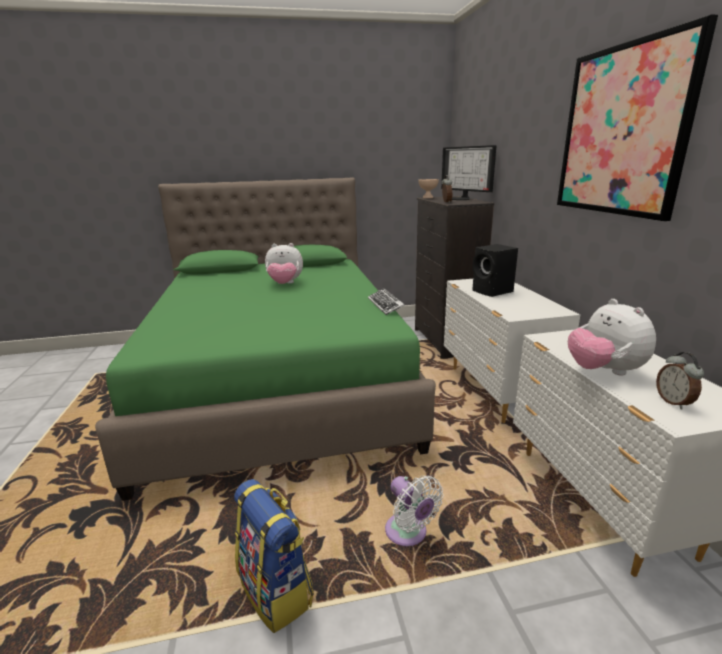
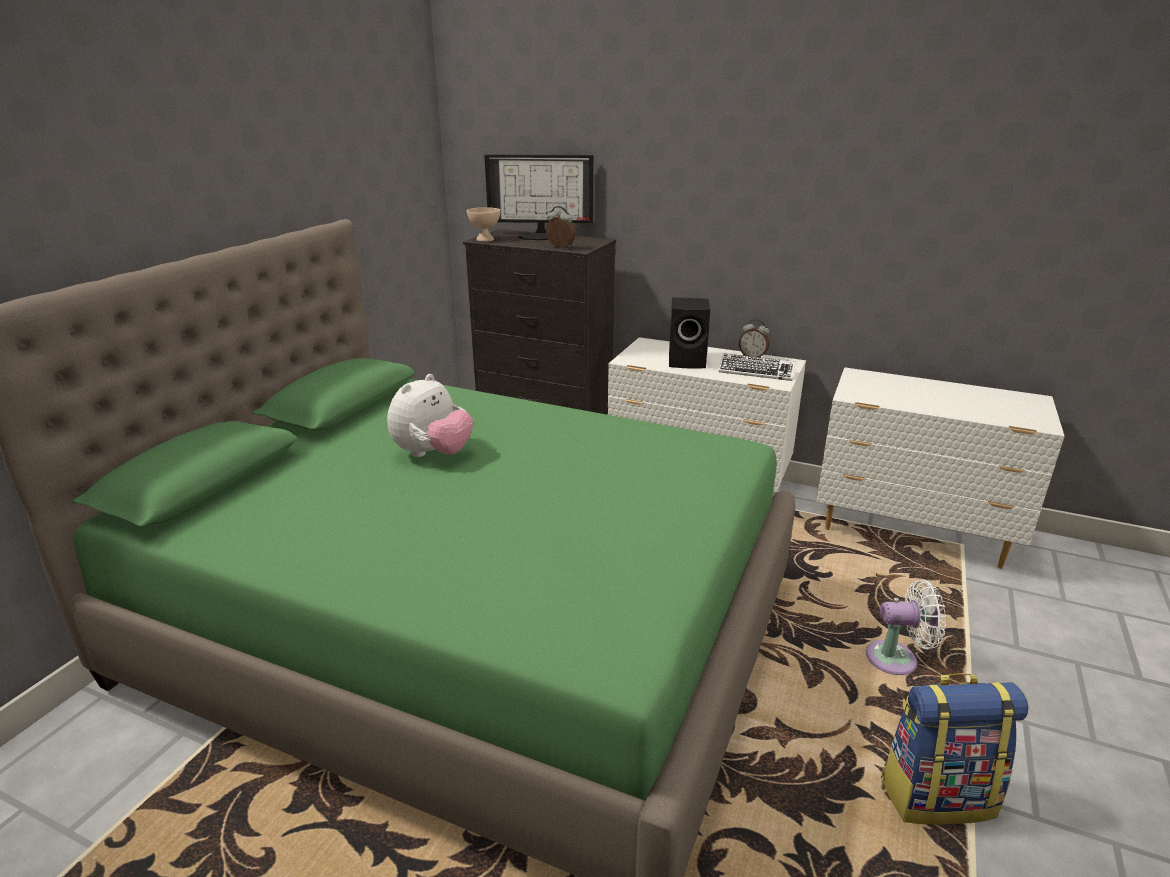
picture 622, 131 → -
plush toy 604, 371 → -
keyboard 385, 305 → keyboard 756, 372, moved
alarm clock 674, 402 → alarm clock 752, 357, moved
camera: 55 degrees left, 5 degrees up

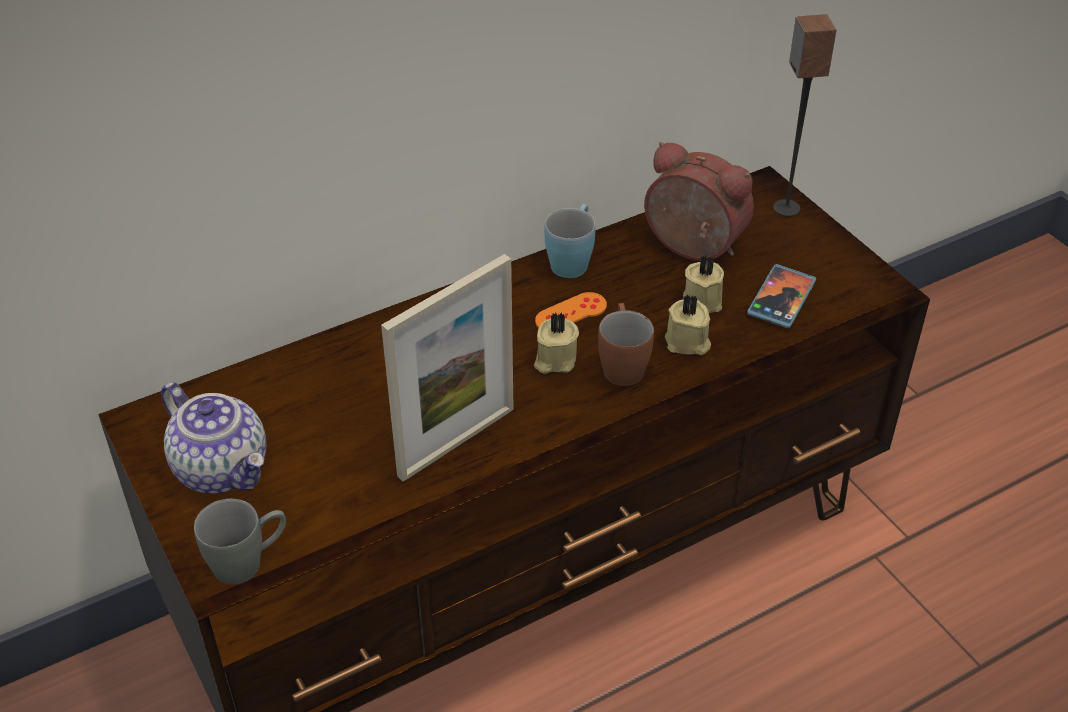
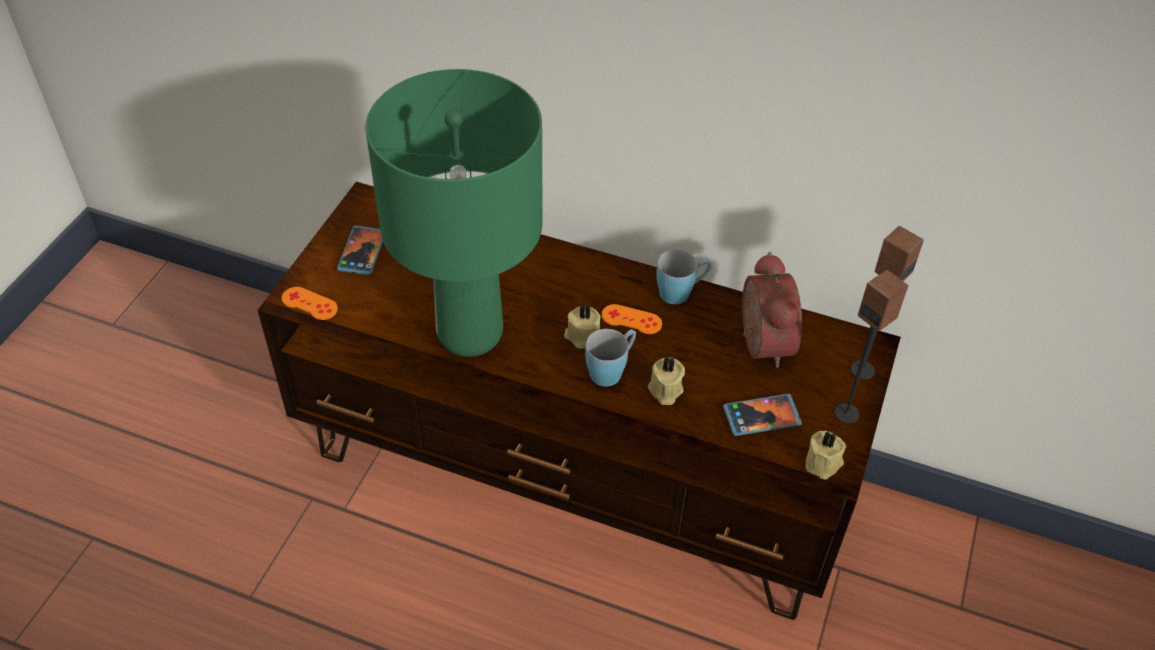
- → speaker 846, 413
candle (beige) 704, 300 → candle (beige) 824, 463, moved
teapot 223, 468 → phone 362, 252
mug (grey) 249, 561 → game controller (orange) 309, 303
picture frame 456, 442 → table lamp (green) 471, 333
mug (brown) 622, 364 → mug (blue) 611, 369
camera: 50 degrees right, 5 degrees up

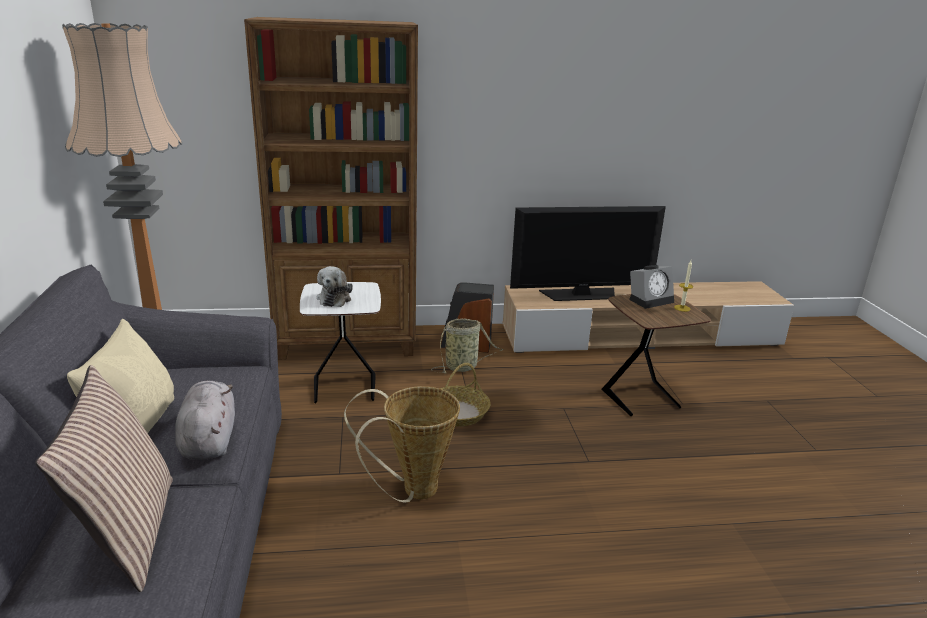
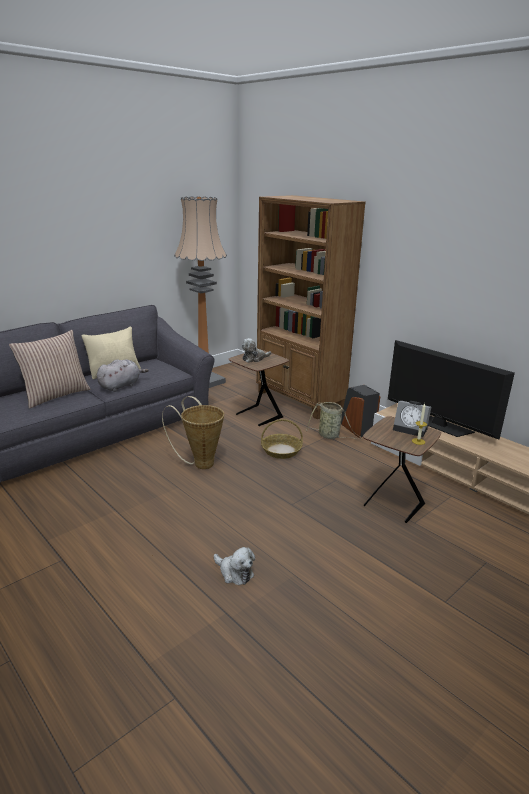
- → plush toy 234, 573
side table (white) 345, 389 → side table (brown) 258, 416
camera: 55 degrees right, 0 degrees up

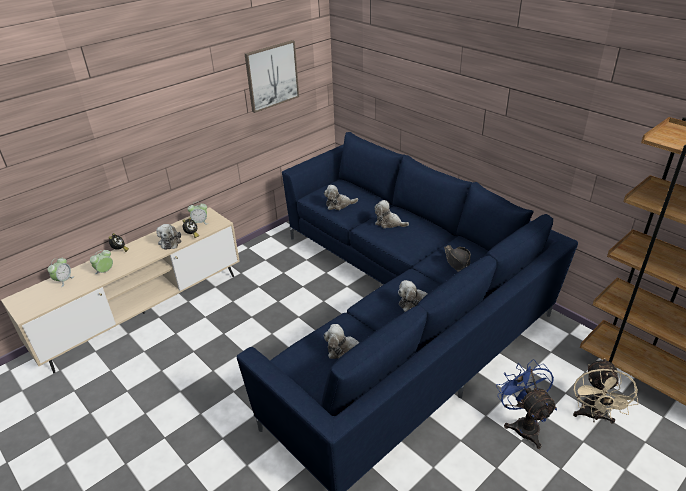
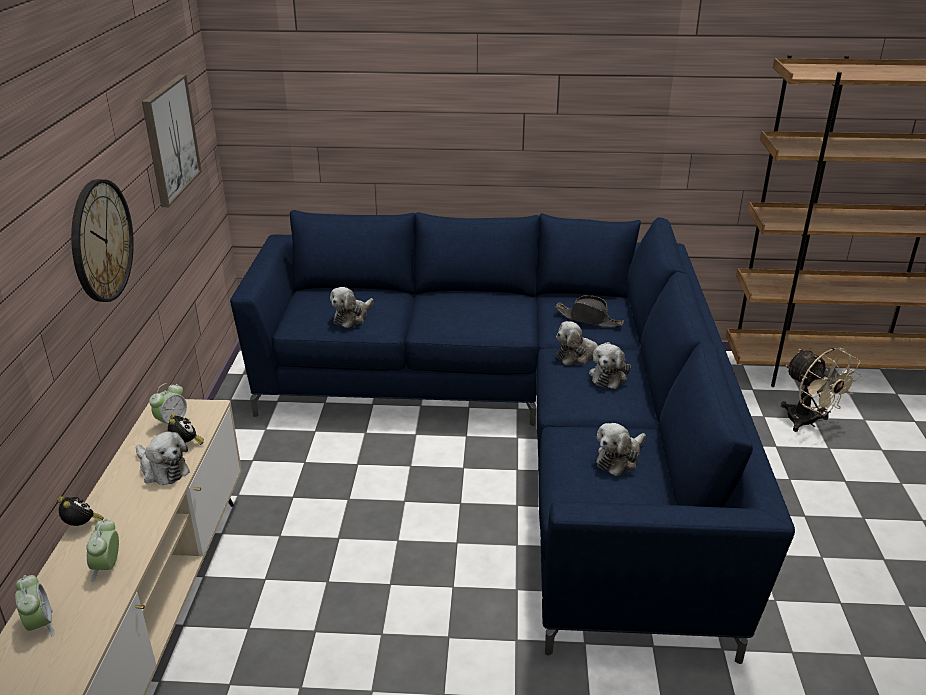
fan (blue) 523, 424 → -
- → wall clock 101, 241
plush toy 389, 223 → plush toy 579, 356, moved
camera: 45 degrees left, 5 degrees down

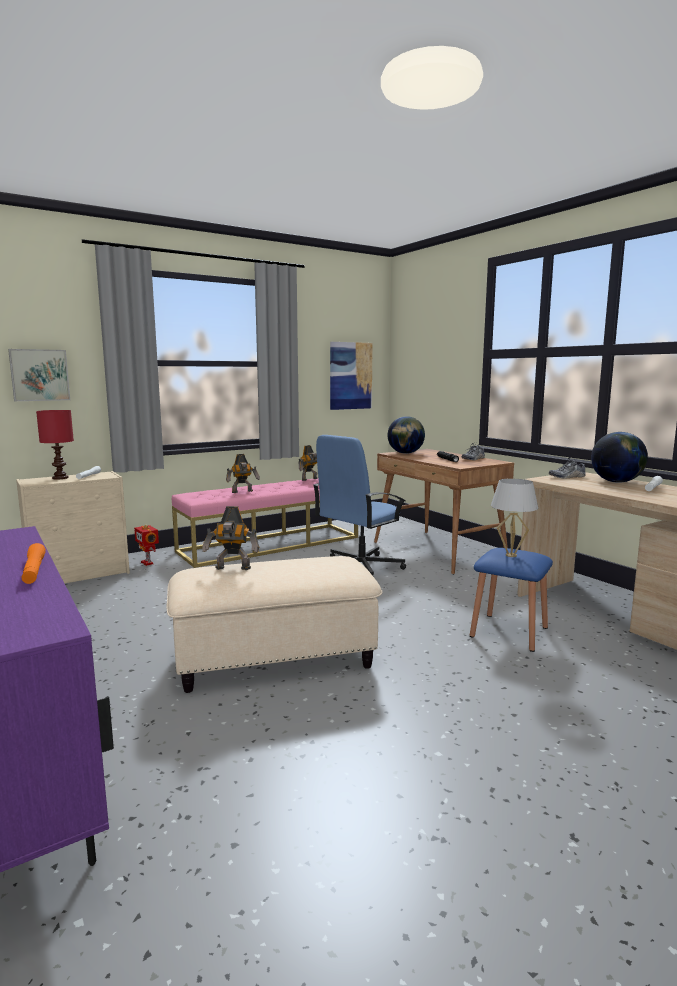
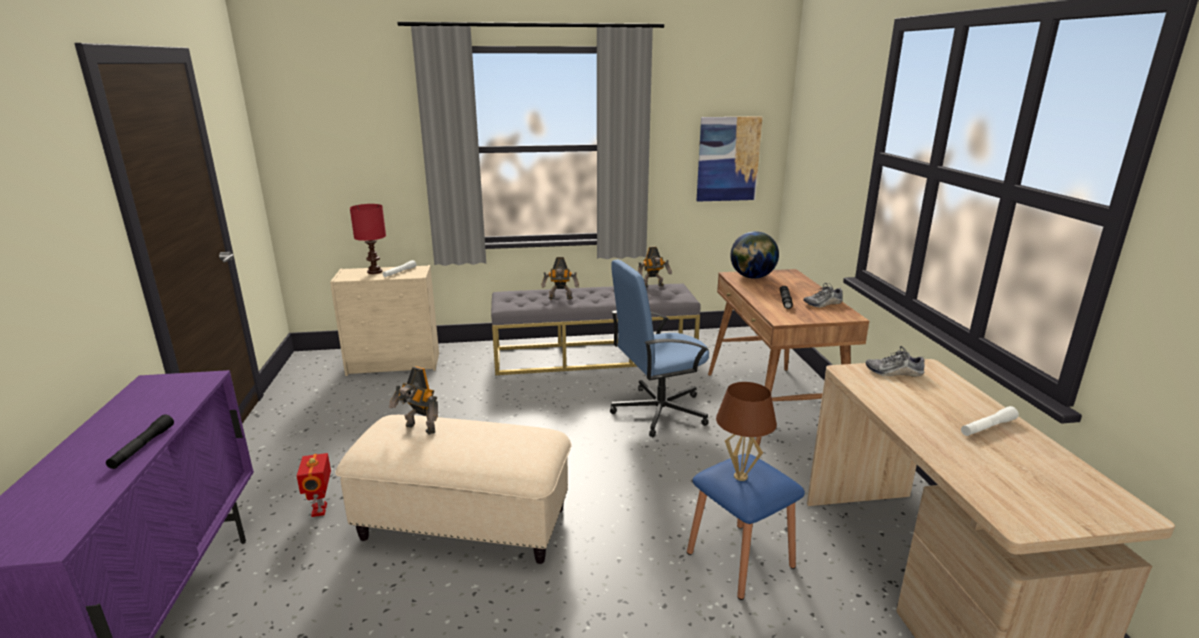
picture 39, 375 → -
globe 616, 482 → -
toy robot 148, 563 → toy robot 321, 510, moved
flashlight (orange) 34, 571 → flashlight (black) 142, 447
bench (pink) 270, 544 → bench (grey) 594, 355
table lamp (white) 511, 555 → table lamp (brown) 740, 477
camera: 25 degrees right, 10 degrees up

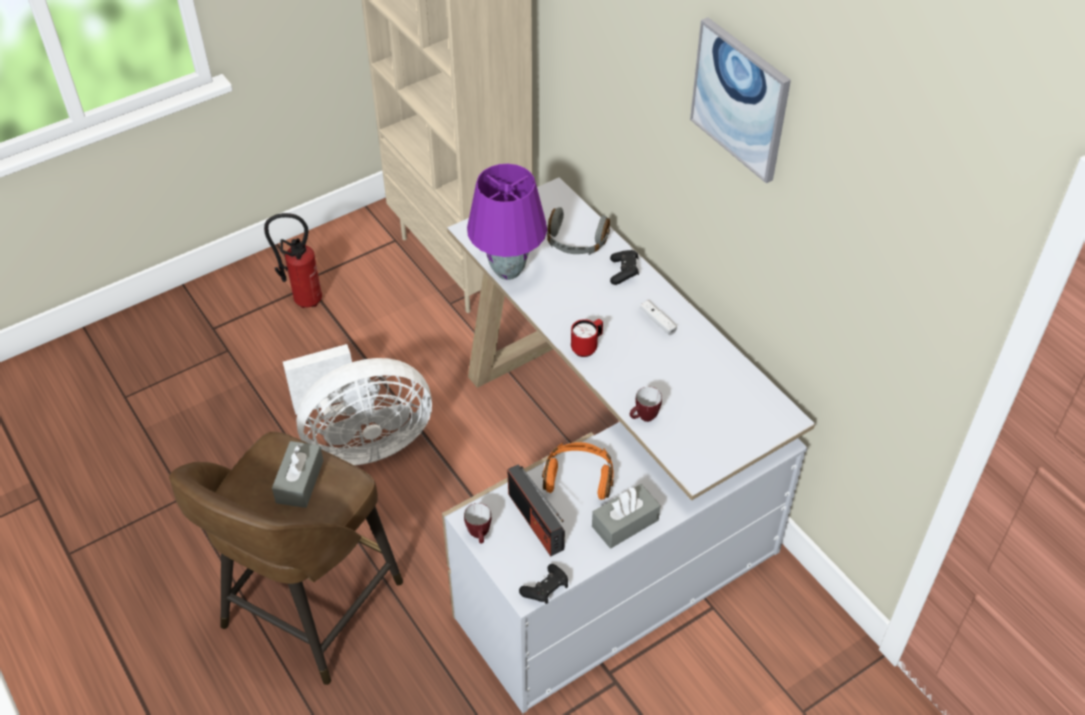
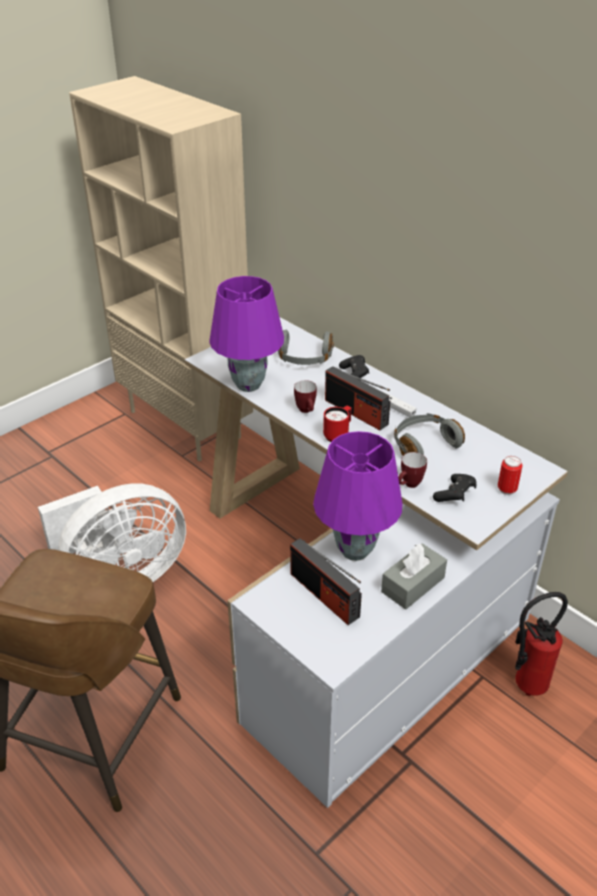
tissue box (grey) 300, 481 → -
picture 740, 99 → -
- → radio 356, 412
- → headphones (grey) 424, 445
- → can 507, 489
fire extinguisher 303, 300 → fire extinguisher 524, 686, moved
mug 480, 536 → mug 306, 411, moved
game controller (black) 546, 590 → game controller (black) 455, 495, moved
headphones (orange) 579, 477 → table lamp (purple) 356, 550
camera: 10 degrees left, 10 degrees down

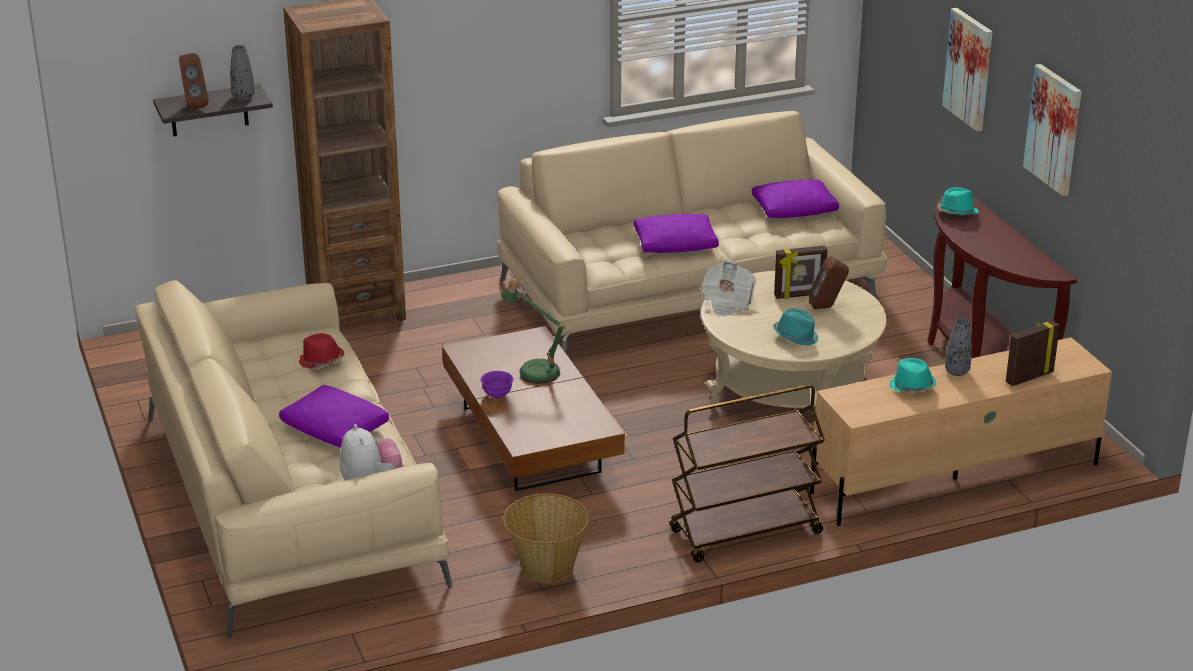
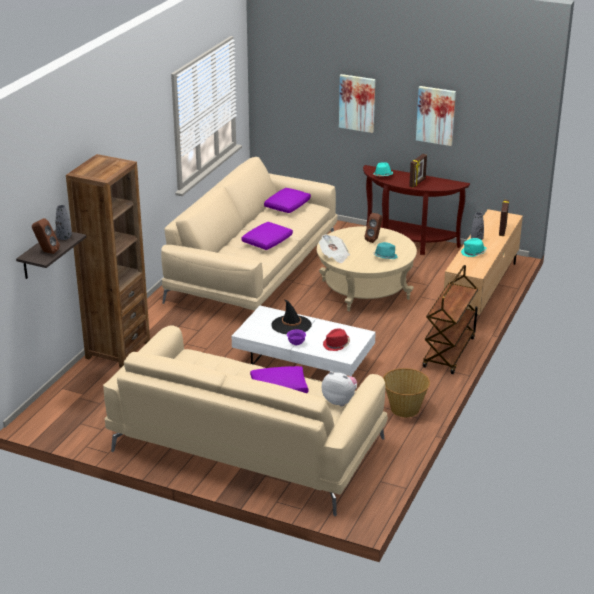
hat (red) 321, 361 → hat (red) 336, 345, moved
picture frame 799, 295 → picture frame 417, 183, moved
table lamp 534, 370 → hat (black) 291, 325
coffee table (brown) 530, 439 → coffee table (white) 303, 363
camera: 45 degrees left, 0 degrees up

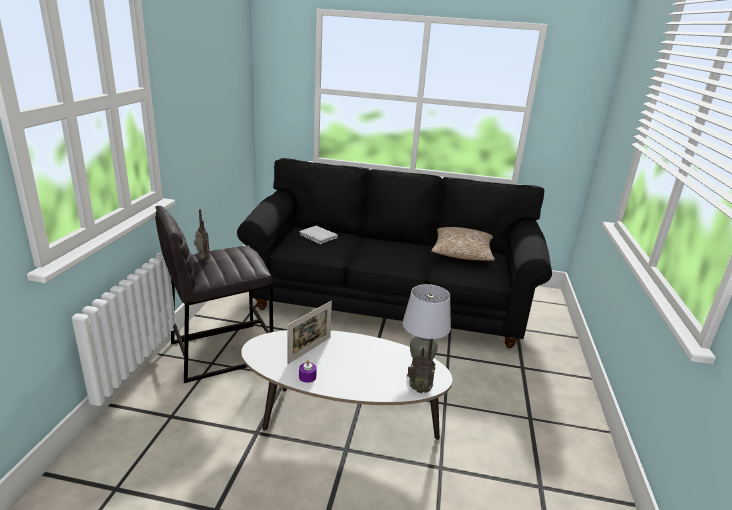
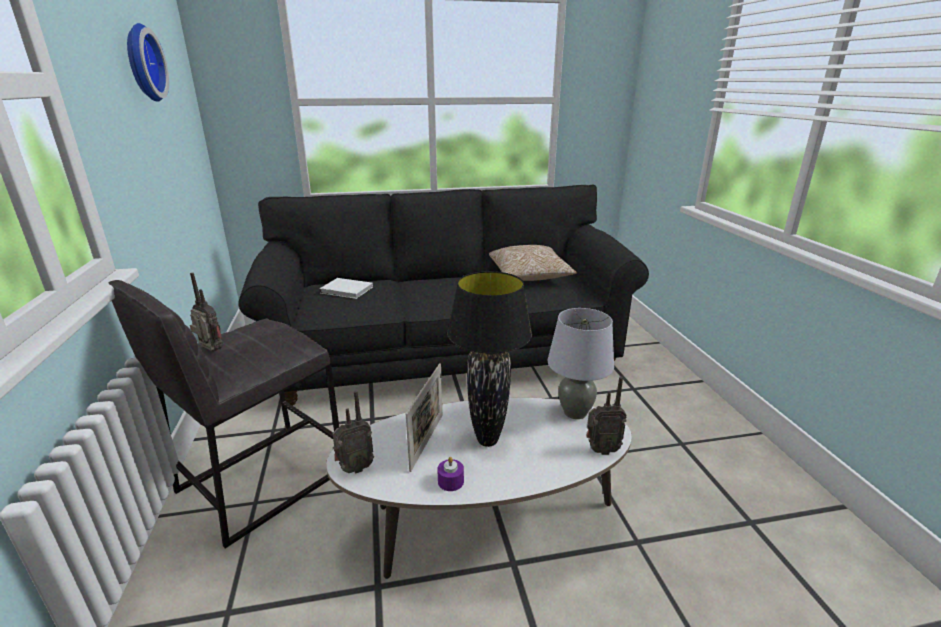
- → wall clock 141, 63
- → radio 354, 468
- → table lamp (black) 488, 440
camera: 20 degrees left, 0 degrees up

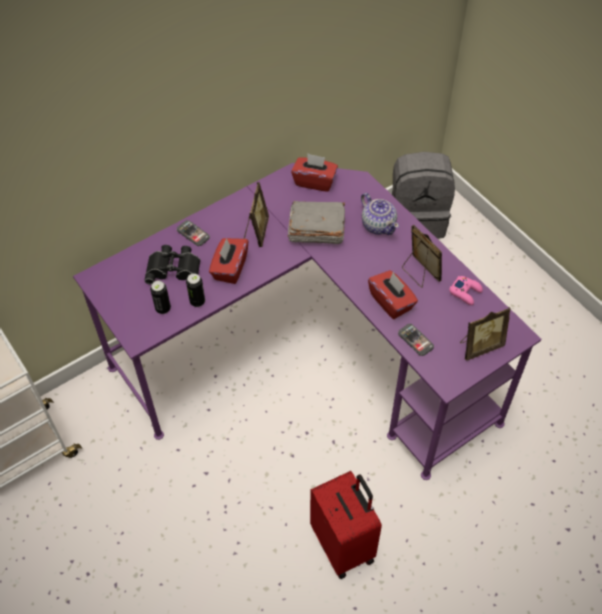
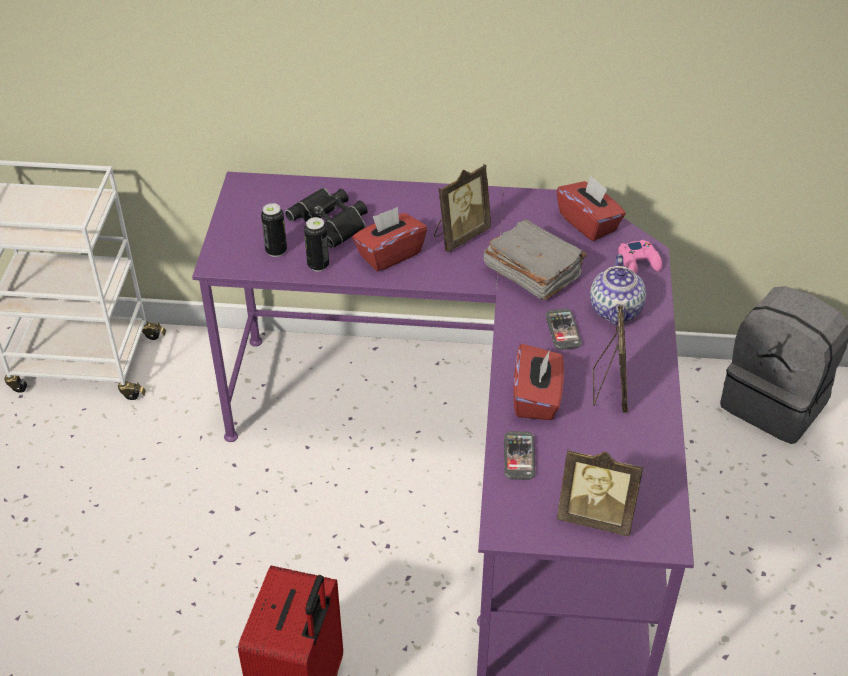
phone 193, 234 → phone 563, 330, moved
game controller (pink) 465, 292 → game controller (pink) 639, 262, moved
camera: 40 degrees right, 10 degrees down

